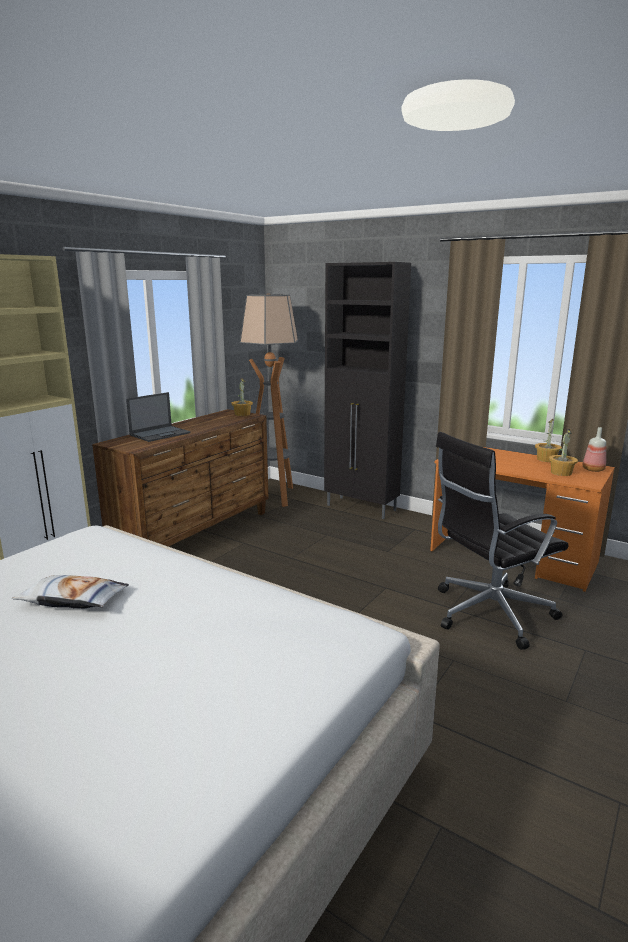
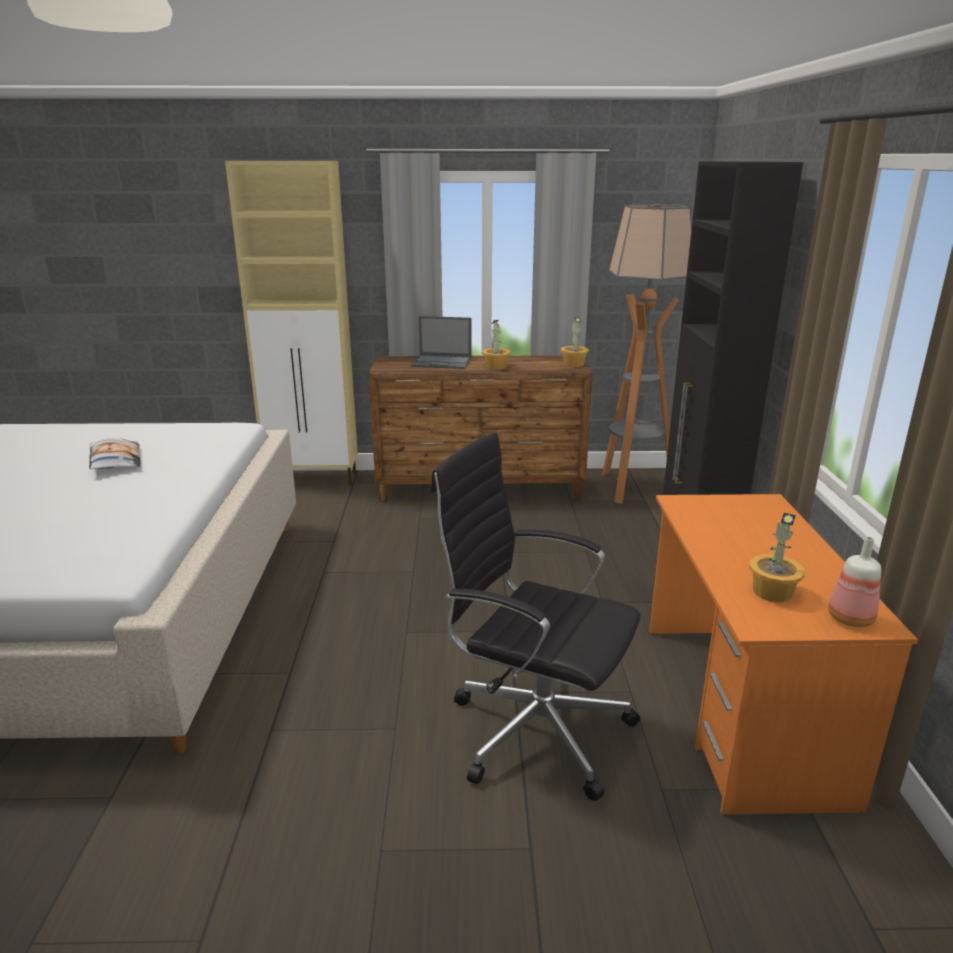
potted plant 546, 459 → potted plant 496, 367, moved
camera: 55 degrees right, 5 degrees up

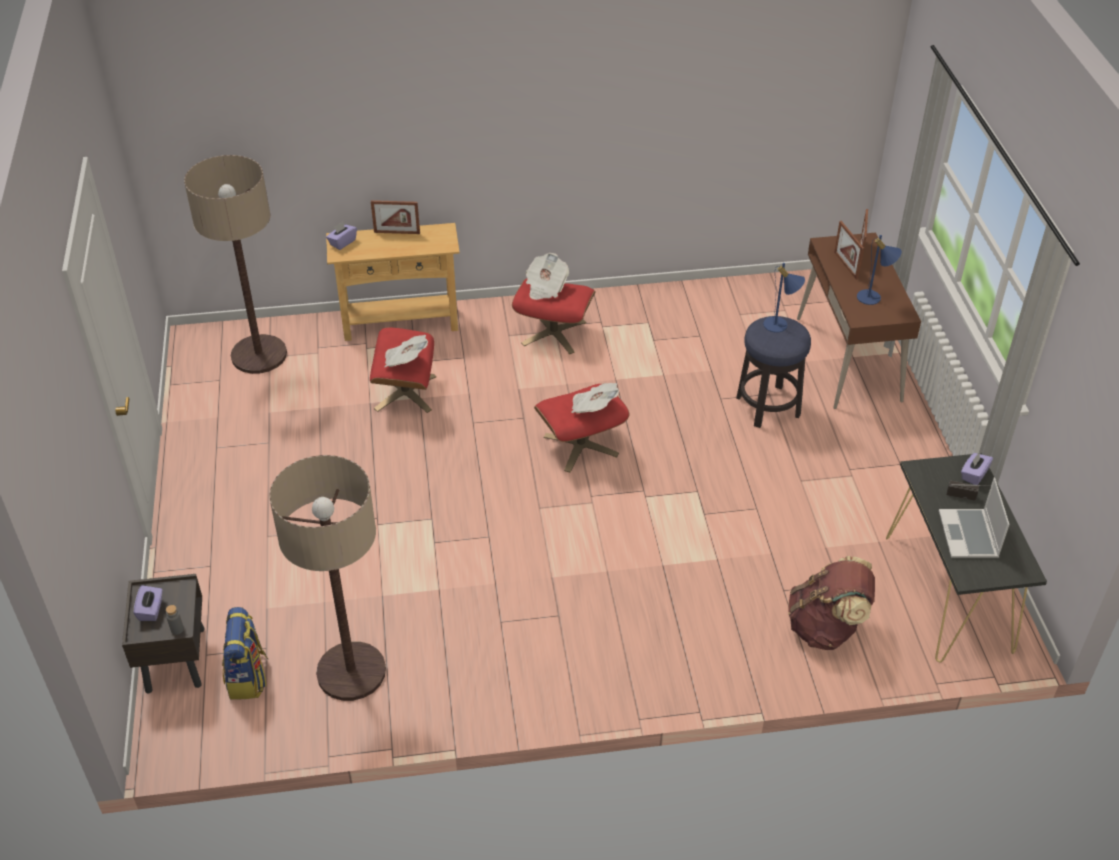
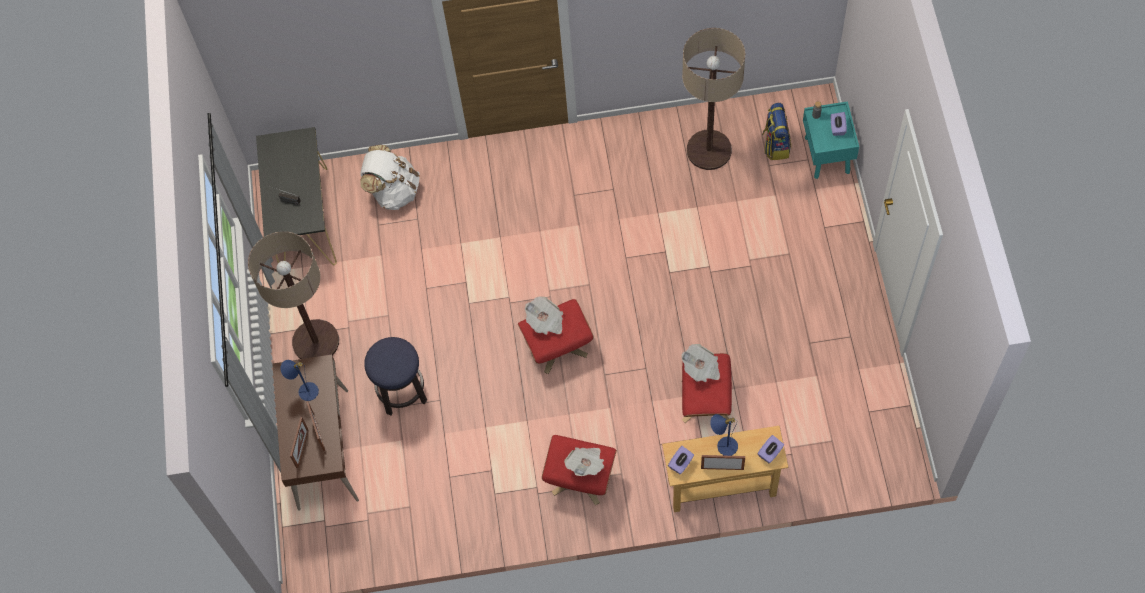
laptop 969, 536 → -
floor lamp 259, 355 → floor lamp 316, 341, moved
table lamp (blue) 780, 326 → table lamp (blue) 723, 444, moved
tissue box (purple) 973, 475 → tissue box (purple) 681, 463, moved
nightstand (brown) 175, 659 → nightstand (turquoise) 827, 155
backpack (brown) 826, 628 → backpack (white) 394, 191
camera: 175 degrees left, 20 degrees up

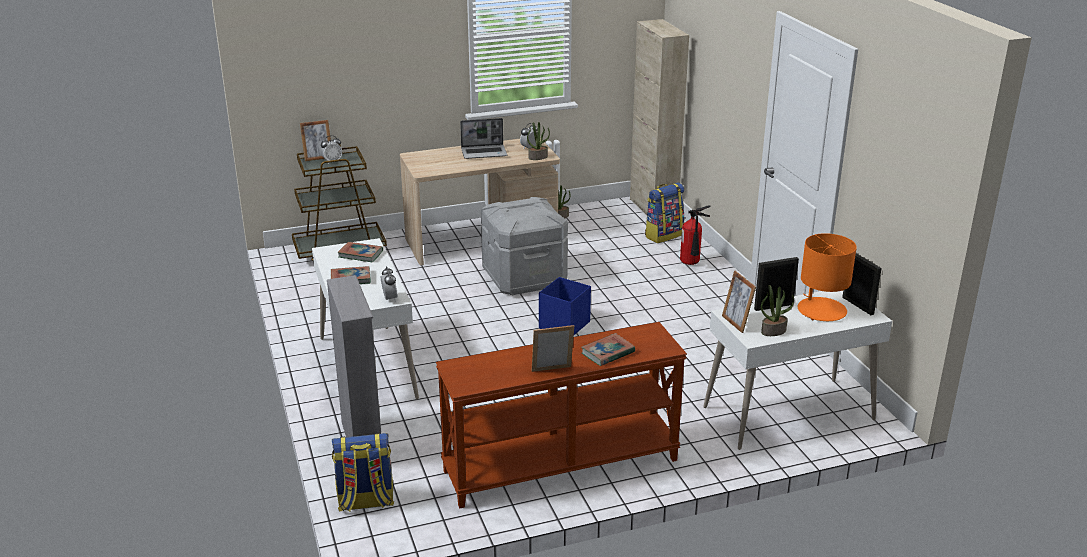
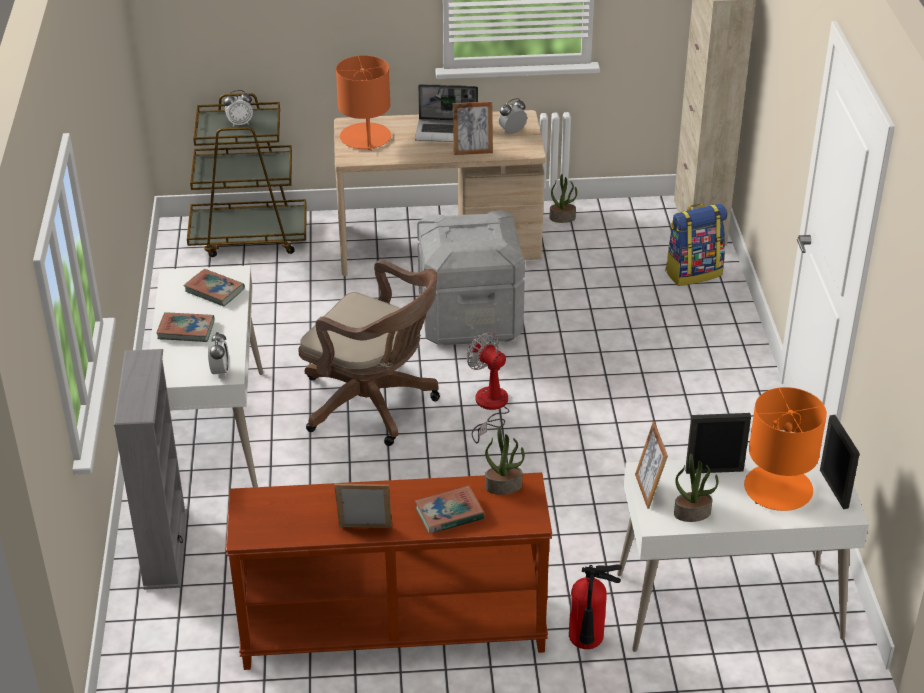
backpack 365, 502 → -
- → office chair (brown) 374, 405
- → table lamp (orange) 365, 138
picture frame 318, 158 → picture frame 472, 151, moved
potted plant 538, 157 → potted plant 504, 486, moved
fire extinguisher 691, 264 → fire extinguisher 587, 644, moved
storage box (blue) 563, 325 → fan 489, 407
camera: 15 degrees right, 10 degrees up

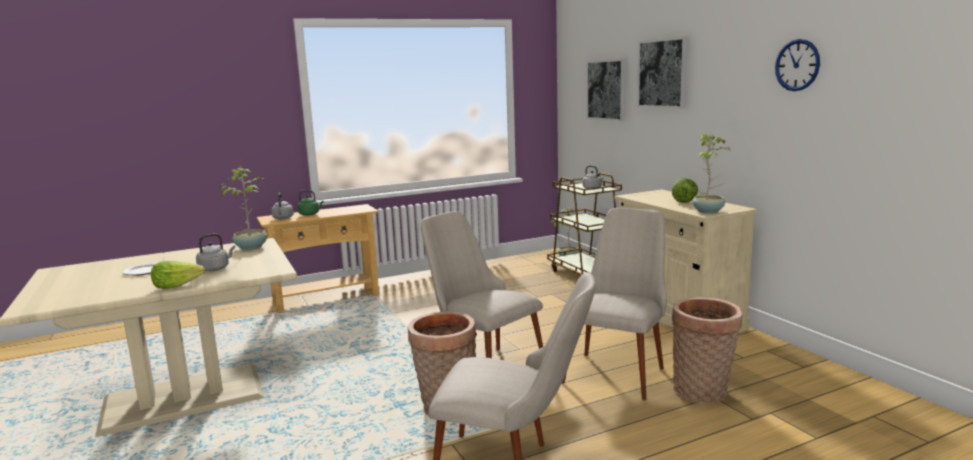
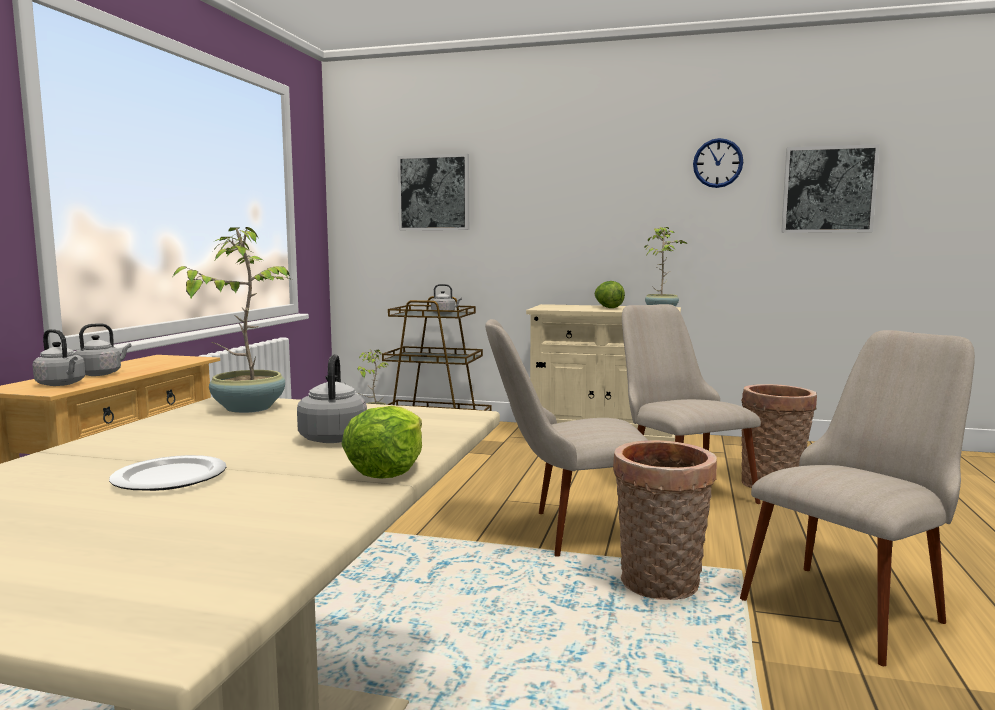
picture 663, 73 → picture 828, 189, moved
kettle (green) 310, 214 → kettle (grey) 101, 374
camera: 50 degrees left, 5 degrees down

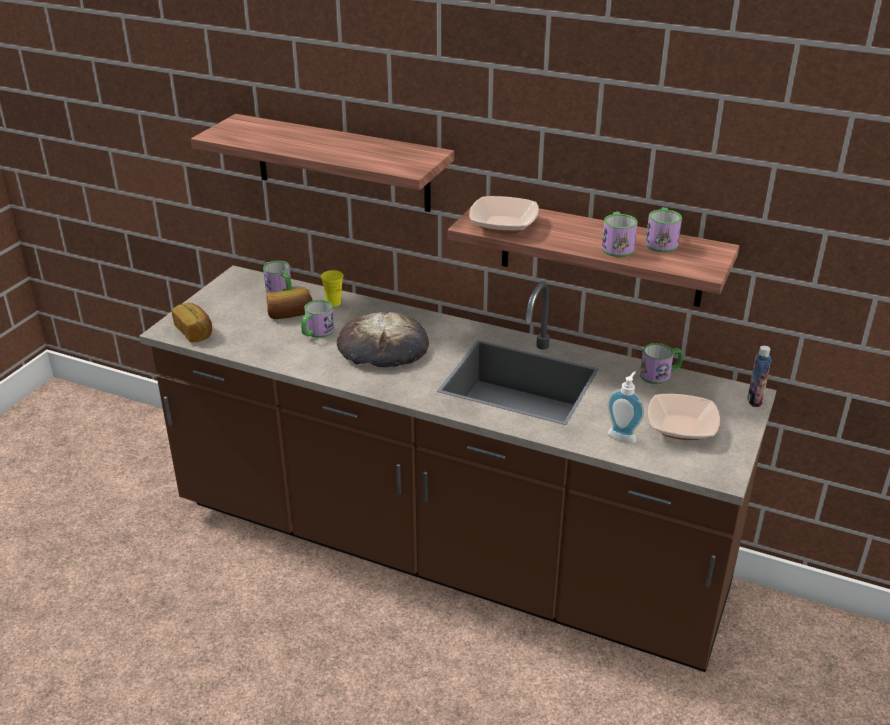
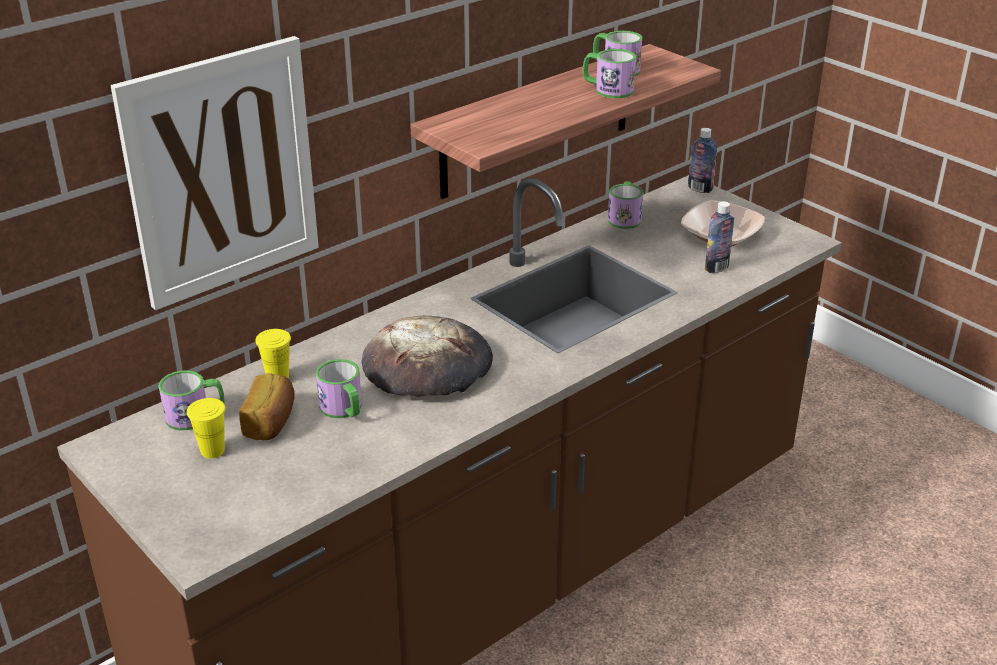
bread 195, 332 → -
bowl 503, 225 → -
- → cup (yellow) 212, 450
shelf 342, 163 → picture 222, 172
soap dispenser 623, 435 → bottle 716, 268
camera: 65 degrees left, 0 degrees up

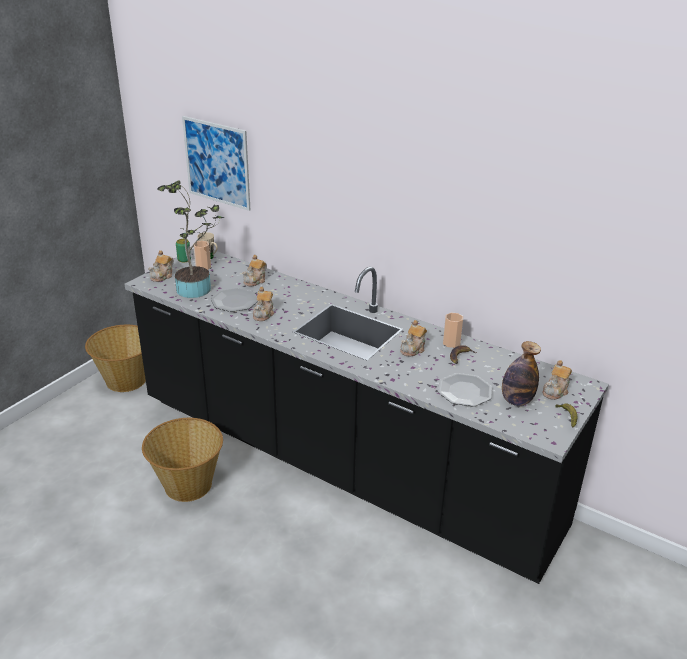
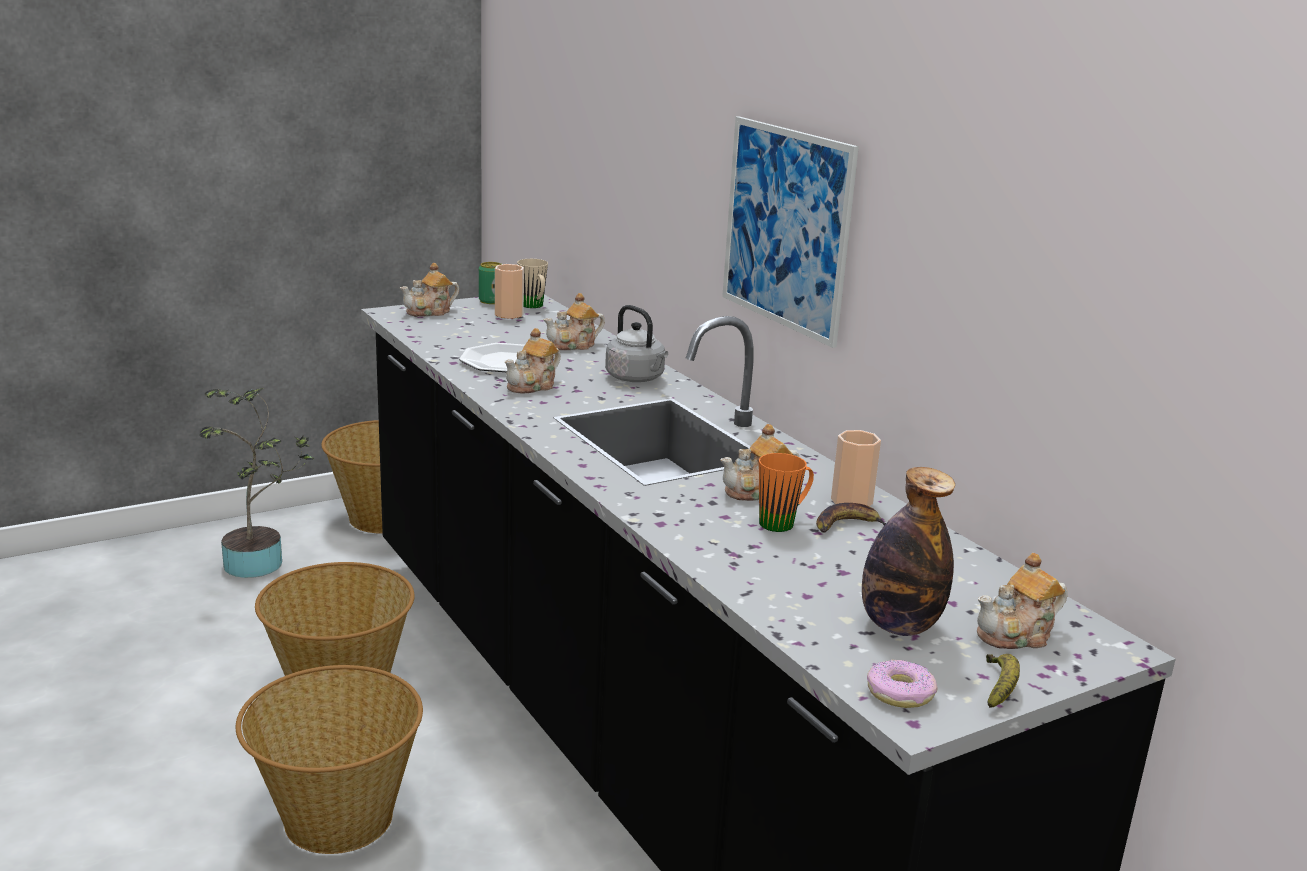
plate 464, 391 → -
- → basket 336, 818
- → kettle (grey) 637, 378
- → mug (orange) 783, 522
- → donut 899, 693
potted plant 197, 288 → potted plant 260, 563, moved
picture 217, 163 → picture 786, 228, moved
camera: 25 degrees right, 10 degrees down

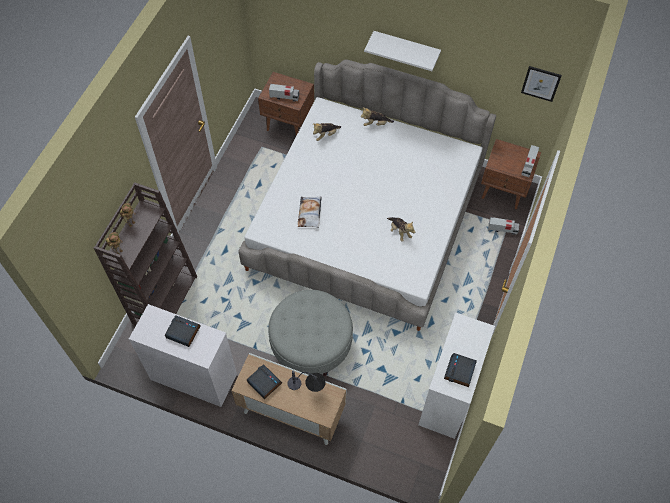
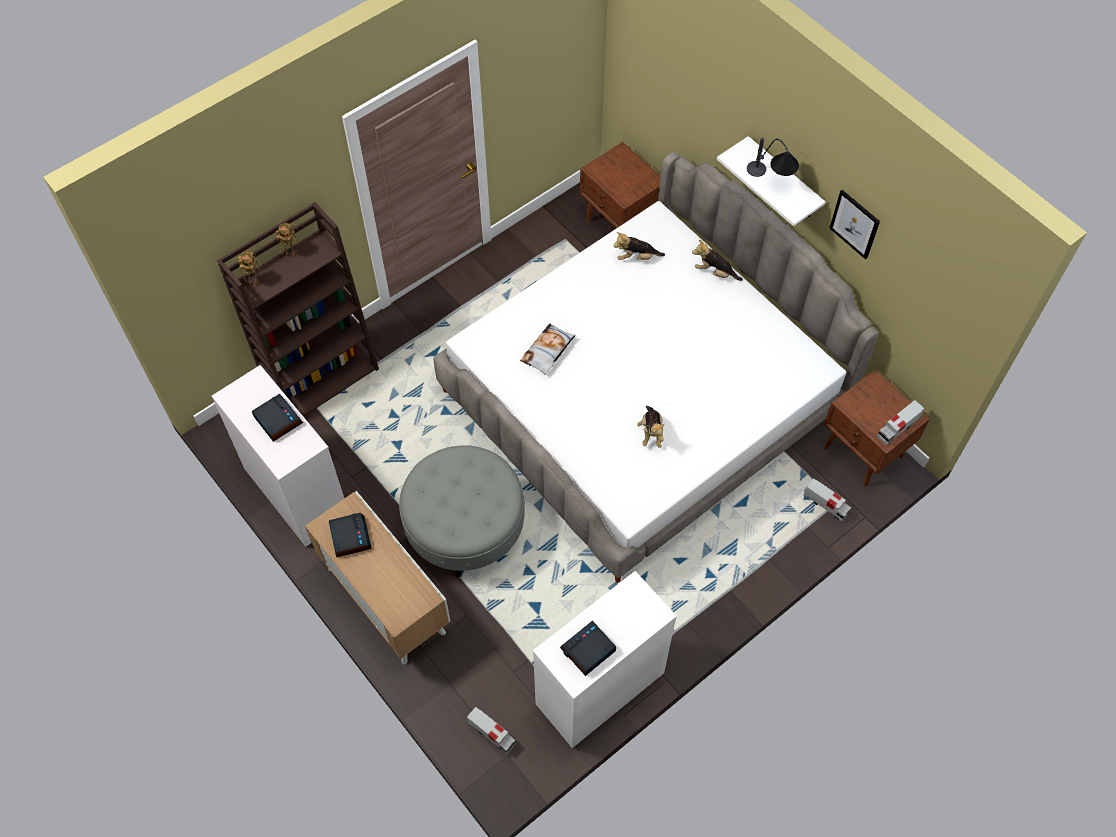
toy truck 284, 97 → toy truck 492, 734, moved
table lamp 307, 388 → table lamp 770, 181, moved
picture 541, 83 → picture 855, 224, moved
camera: 30 degrees right, 0 degrees up

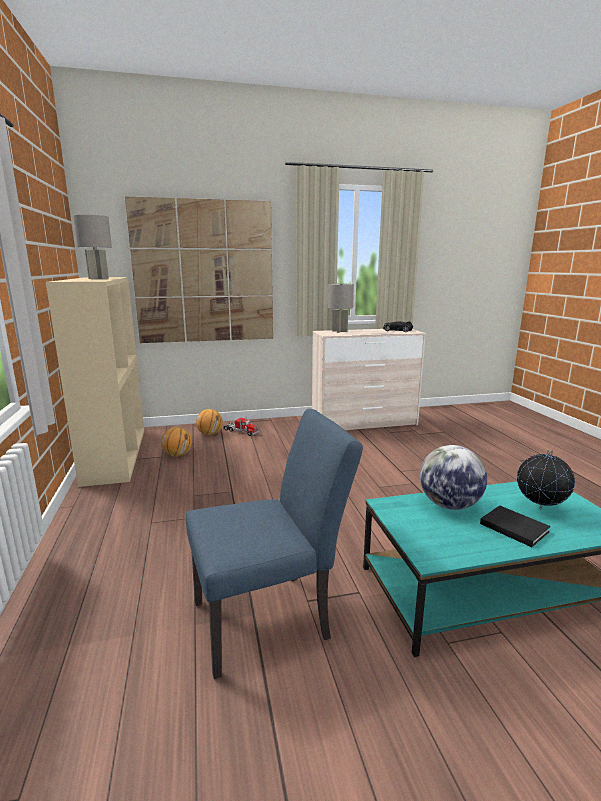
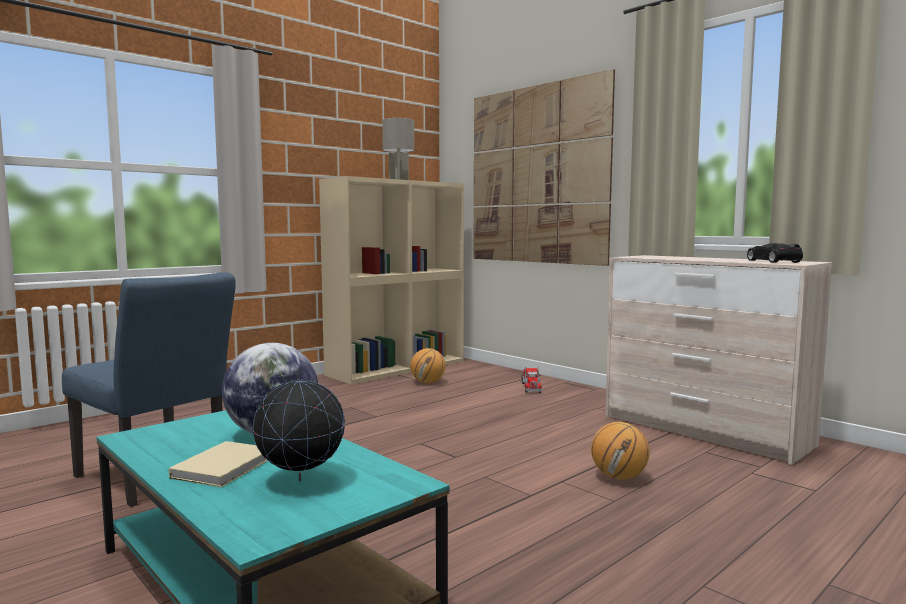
table lamp (grey) 340, 331 → -
basketball 210, 434 → basketball 619, 477, moved
book (black) 513, 527 → book (beige) 226, 466
camera: 60 degrees right, 10 degrees down

